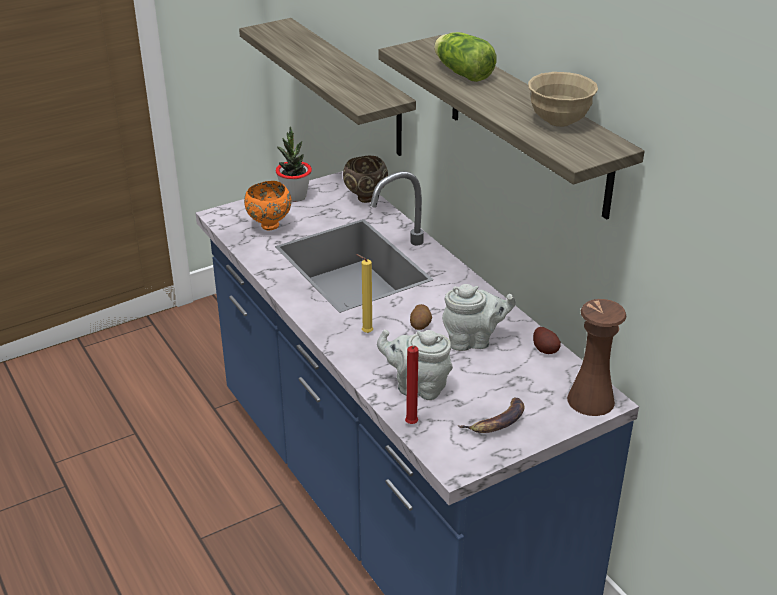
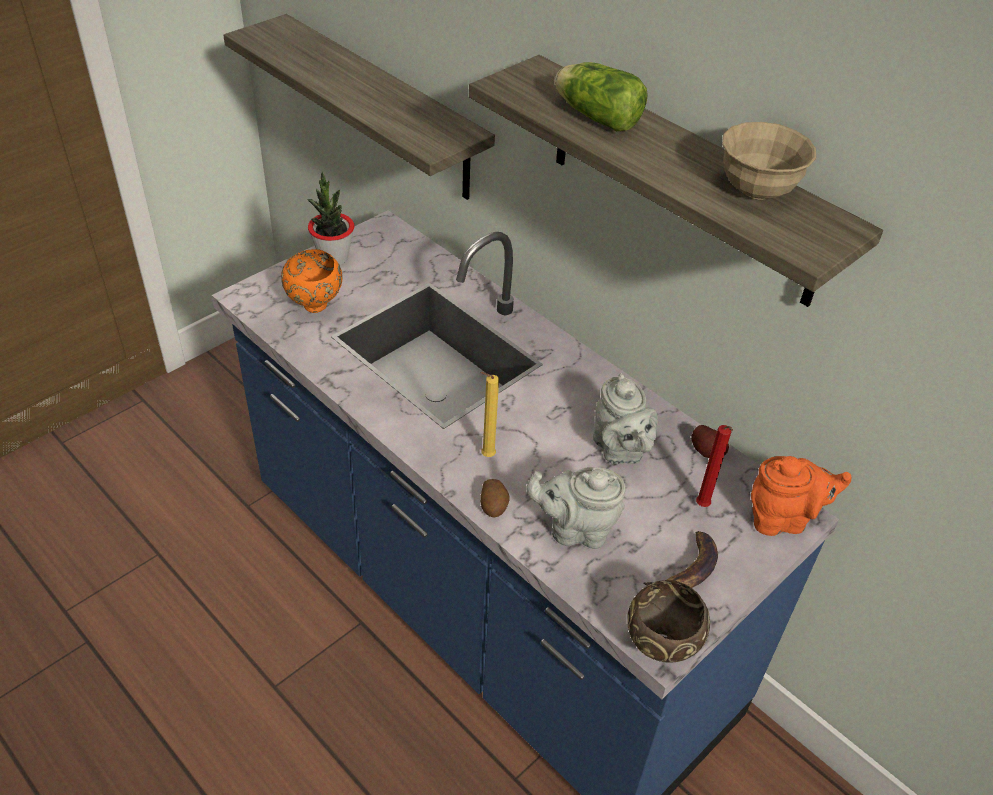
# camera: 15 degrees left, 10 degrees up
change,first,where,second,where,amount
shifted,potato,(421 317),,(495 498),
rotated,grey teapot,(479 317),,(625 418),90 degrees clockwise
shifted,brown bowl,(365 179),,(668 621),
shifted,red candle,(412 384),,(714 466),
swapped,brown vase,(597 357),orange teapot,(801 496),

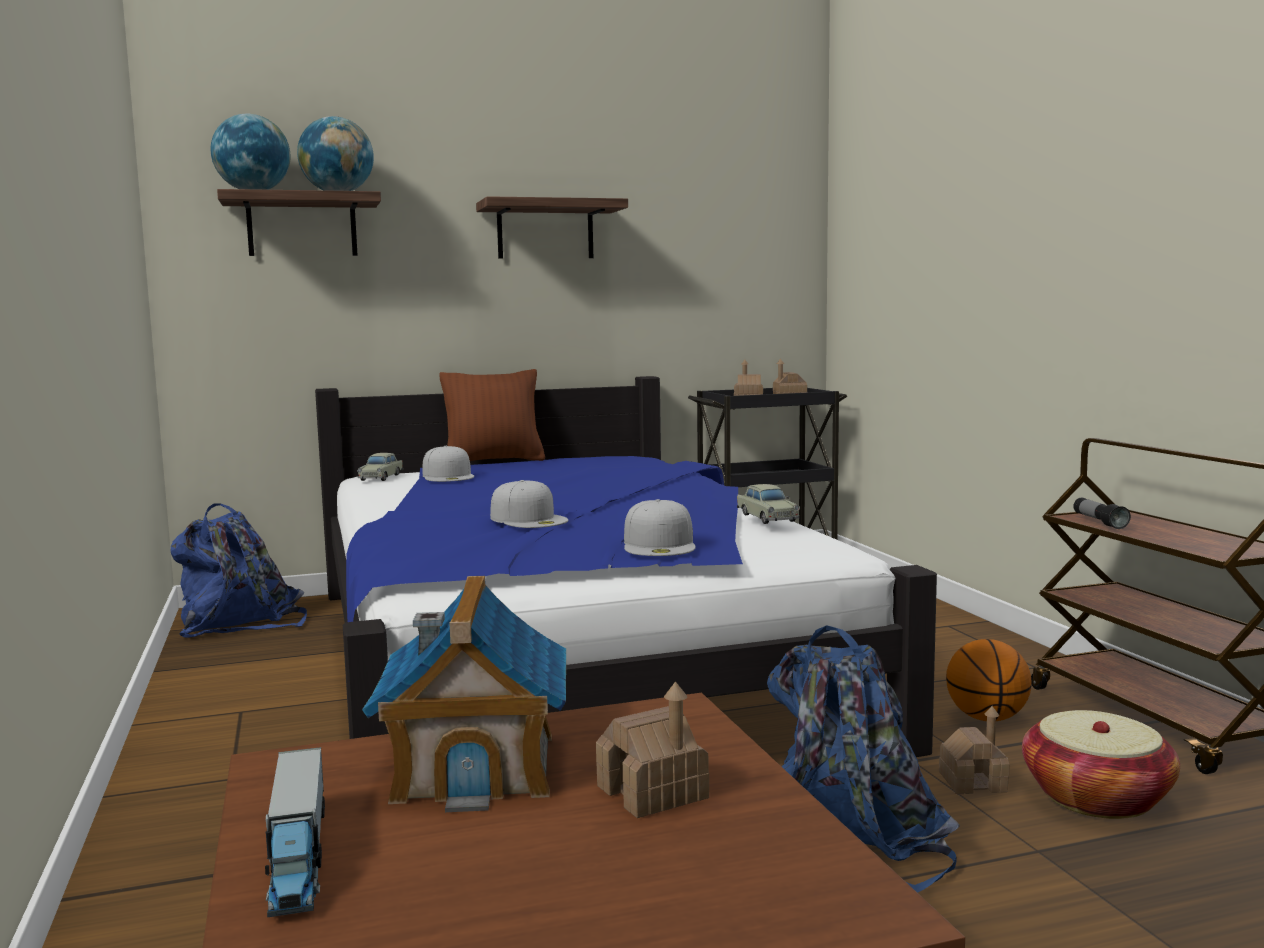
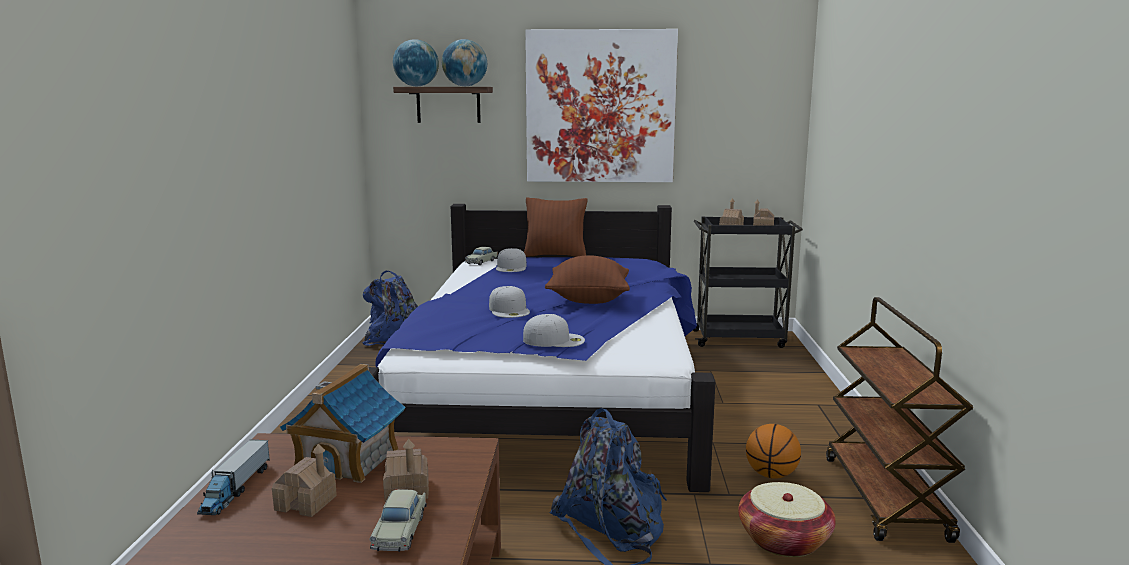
# camera: 20 degrees right, 5 degrees up
change,first,where,second,where,amount
shifted,toy house,(974 750),,(304 480),
shifted,beige toy car,(768 504),,(398 520),
rotated,white cap,(660 527),,(554 330),105 degrees counterclockwise
swapped,shelf,(552 227),picture,(601 105),
new,,,brown pillow,(587 279),
gone,flashlight,(1102 513),,,

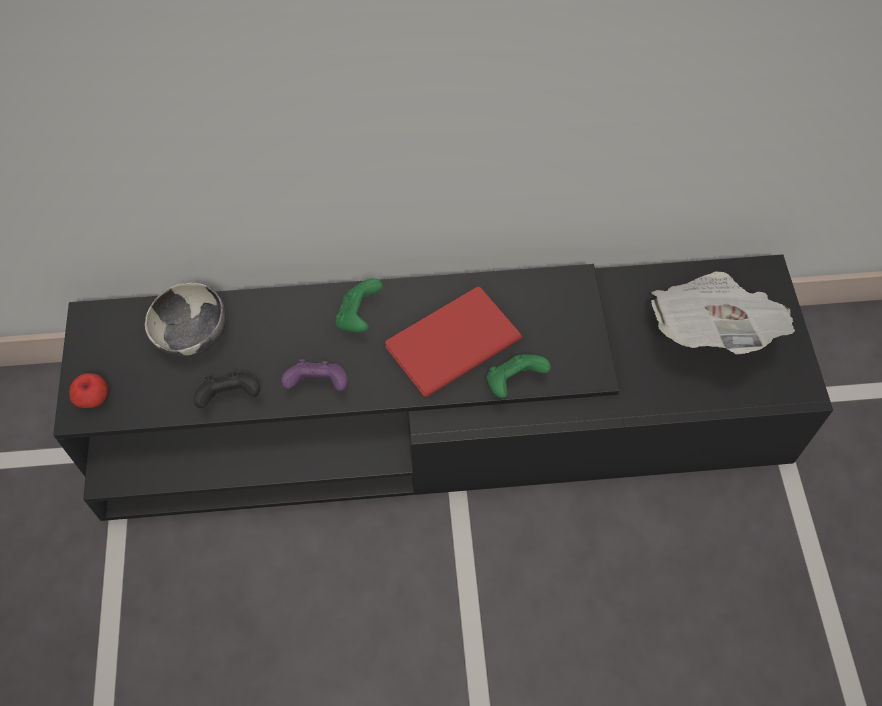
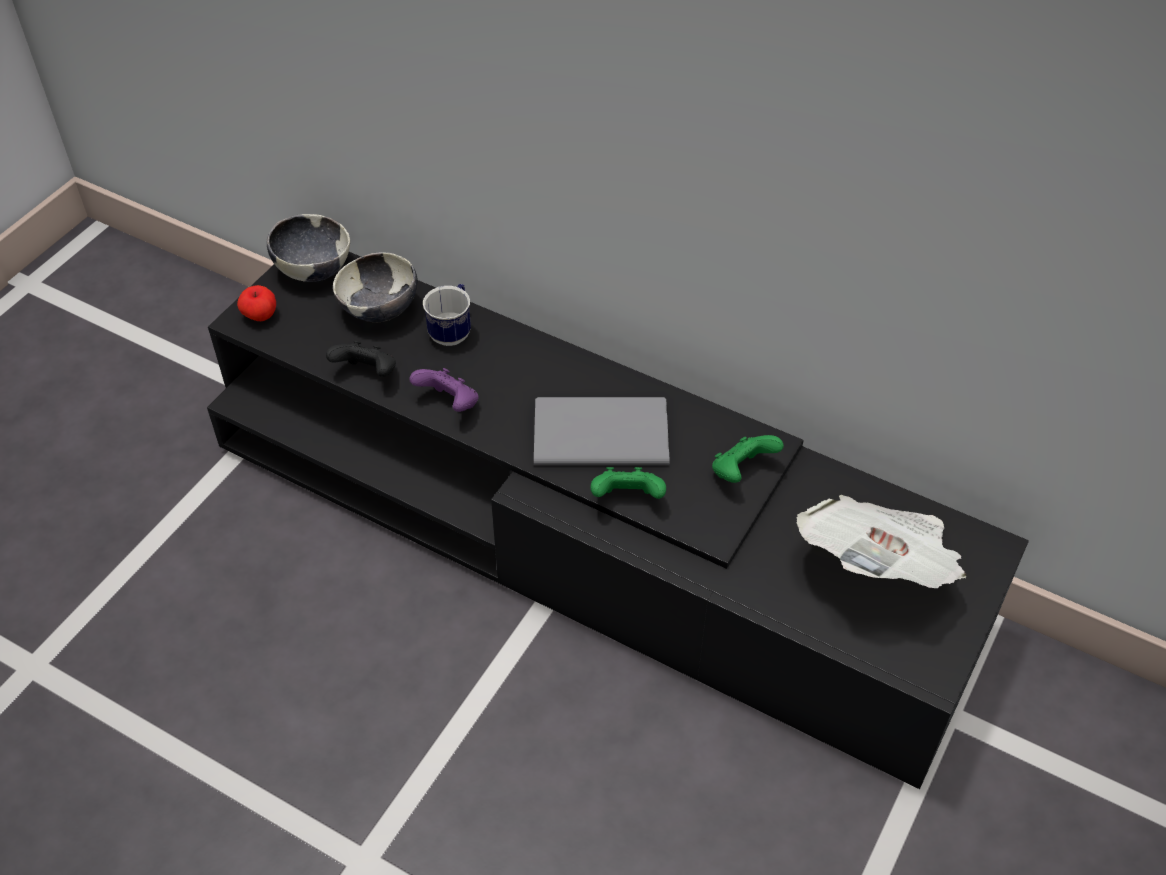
# camera: 35 degrees right, 10 degrees down
change,first,where,second,where,amount
new,,,bowl,(308 248),
new,,,mug,(447 315),
repainted,red book,(453 342),grey book,(601 431),
shifted,green game controller,(359 305),,(748 459),

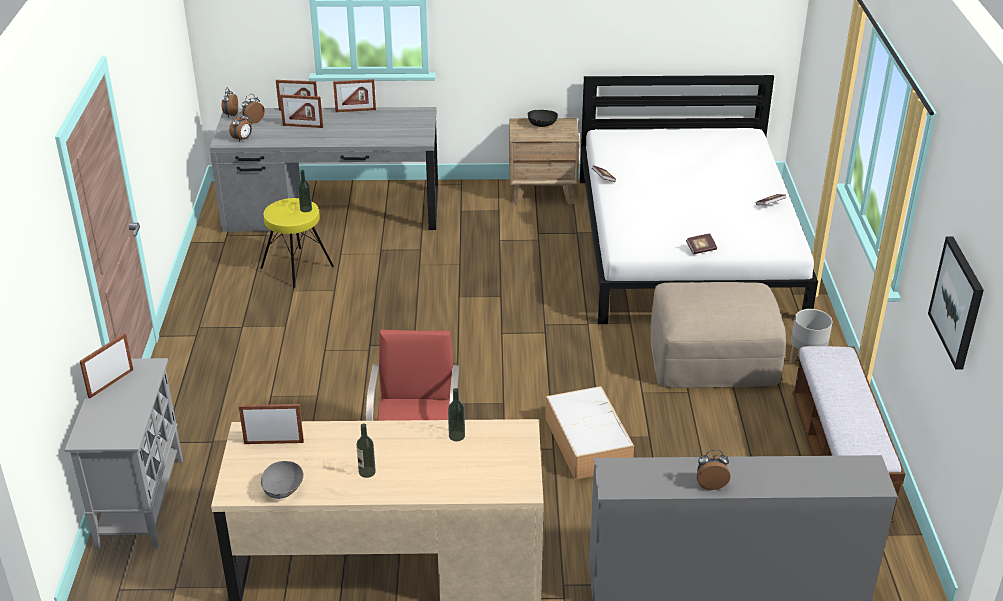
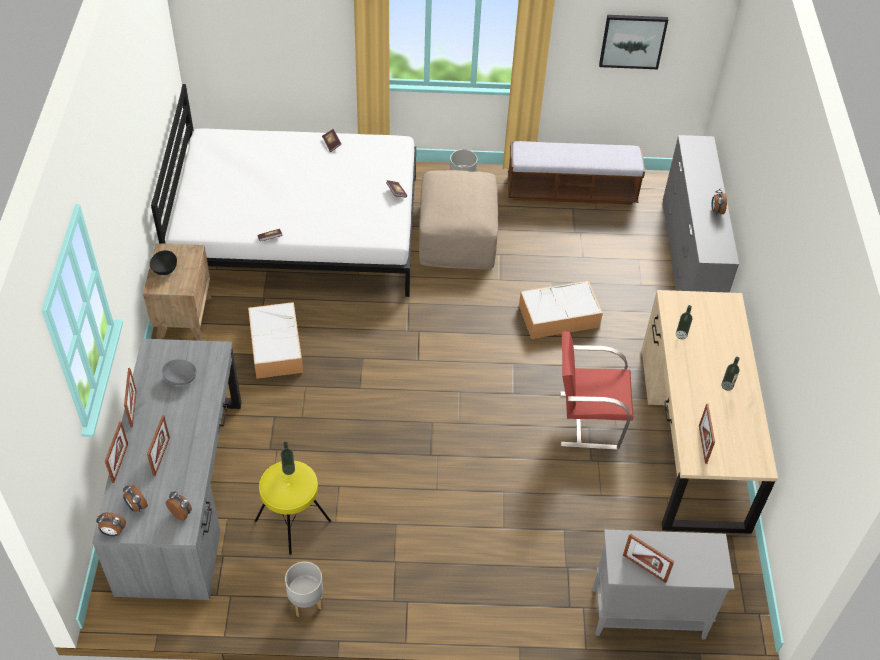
# camera: 90 degrees left, 15 degrees up
change,first,where,second,where,amount
shifted,grey bowl,(282 479),,(179 372),
new,,,storage box,(275 340),
new,,,grey planter,(304 589),

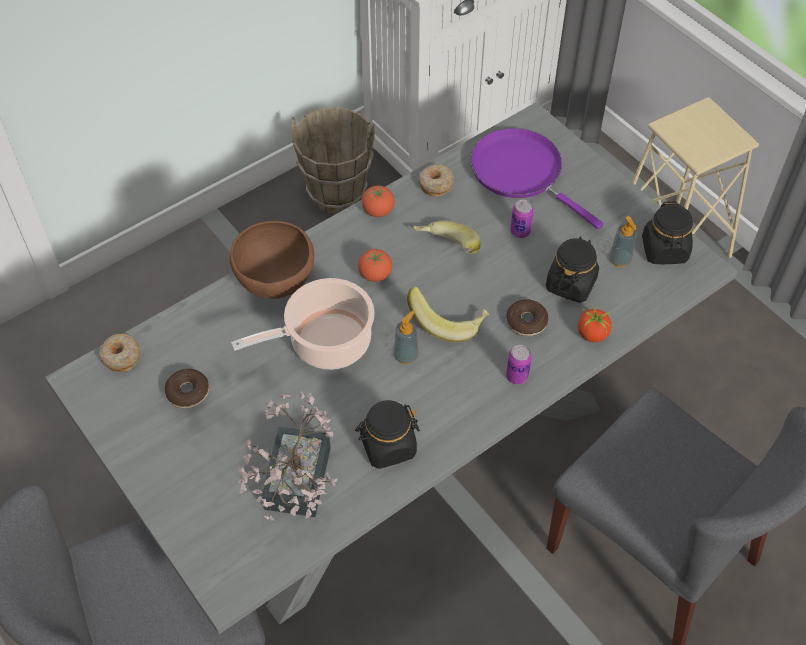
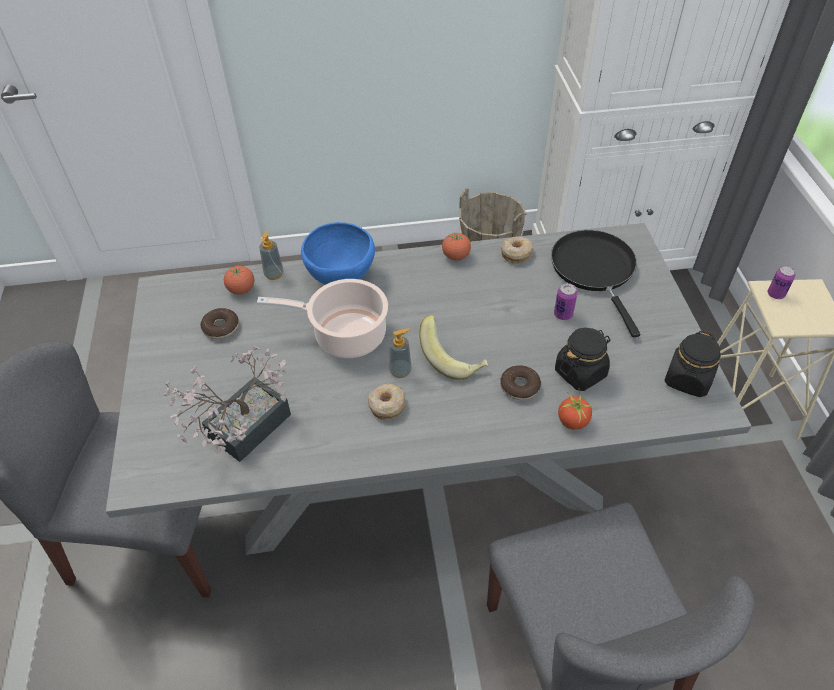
# camera: 30 degrees right, 5 degrees down
change,first,where,second,where,amount
shifted,tomato,(375 265),,(239 280),
shifted,soap dispenser,(623 241),,(271 255),
repainted,brown bowl,(272 260),blue bowl,(338 253),
shifted,donut,(119 353),,(386 401),
repainted,purple frying pan,(536 178),black frying pan,(595 283),
shifted,can,(519 364),,(782 282),
gone,black jar,(387 434),,,
gone,banana,(447 237),,,

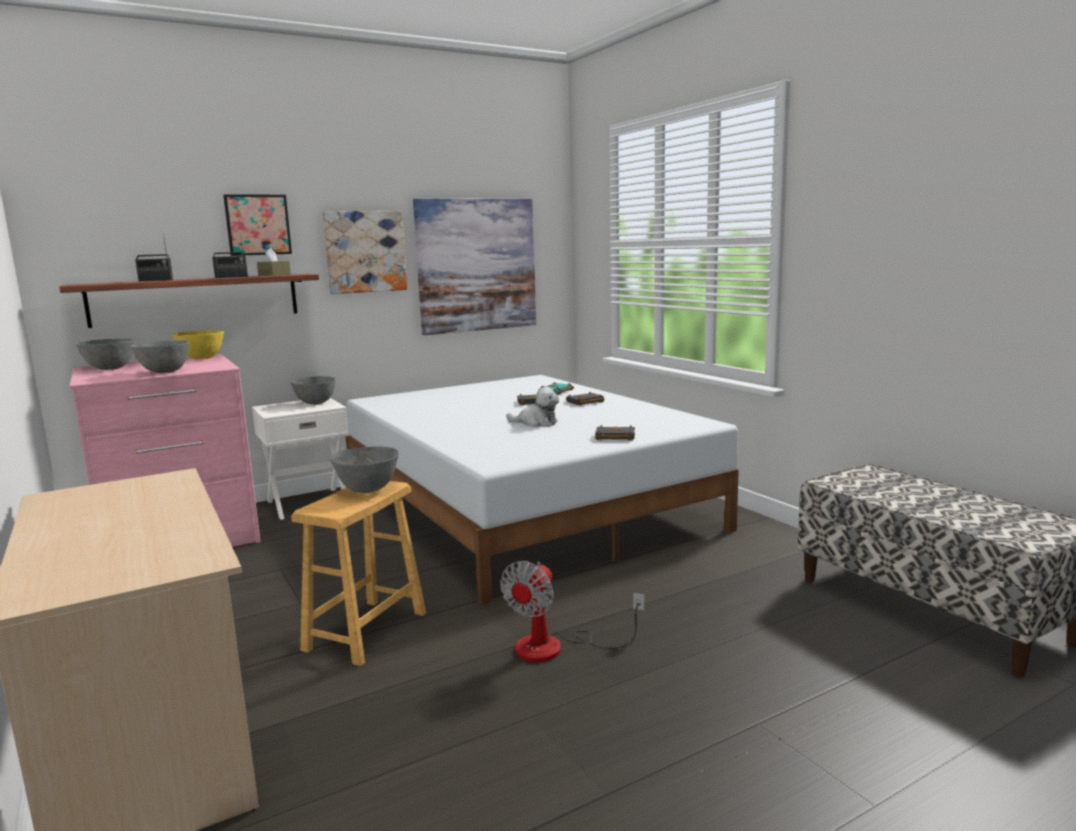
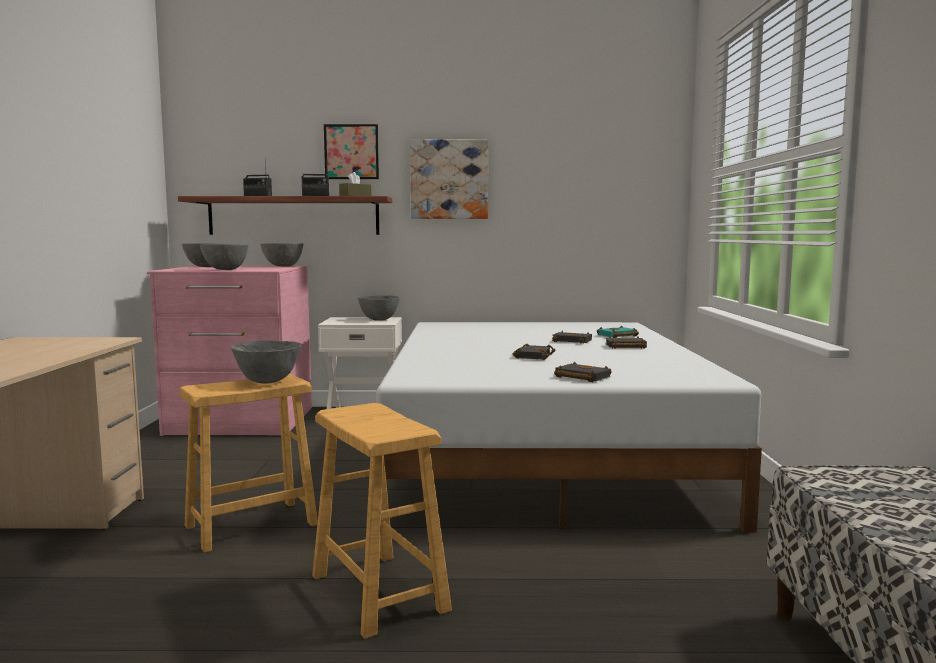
# camera: 30 degrees right, 5 degrees down
change,first,where,second,where,amount
repainted,yellow bowl,(198 344),grey bowl,(282 255),
swapped,fan,(572 611),brown stool,(382 521),
swapped,plush toy,(532 407),black book,(534 352),
gone,picture,(474 266),,,

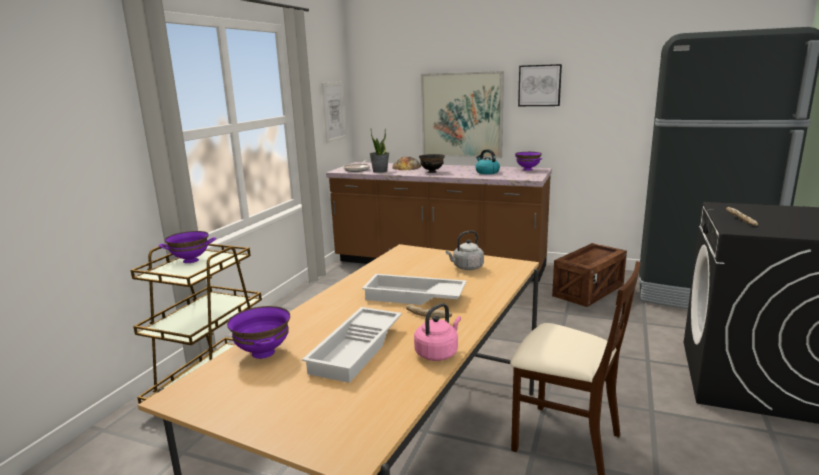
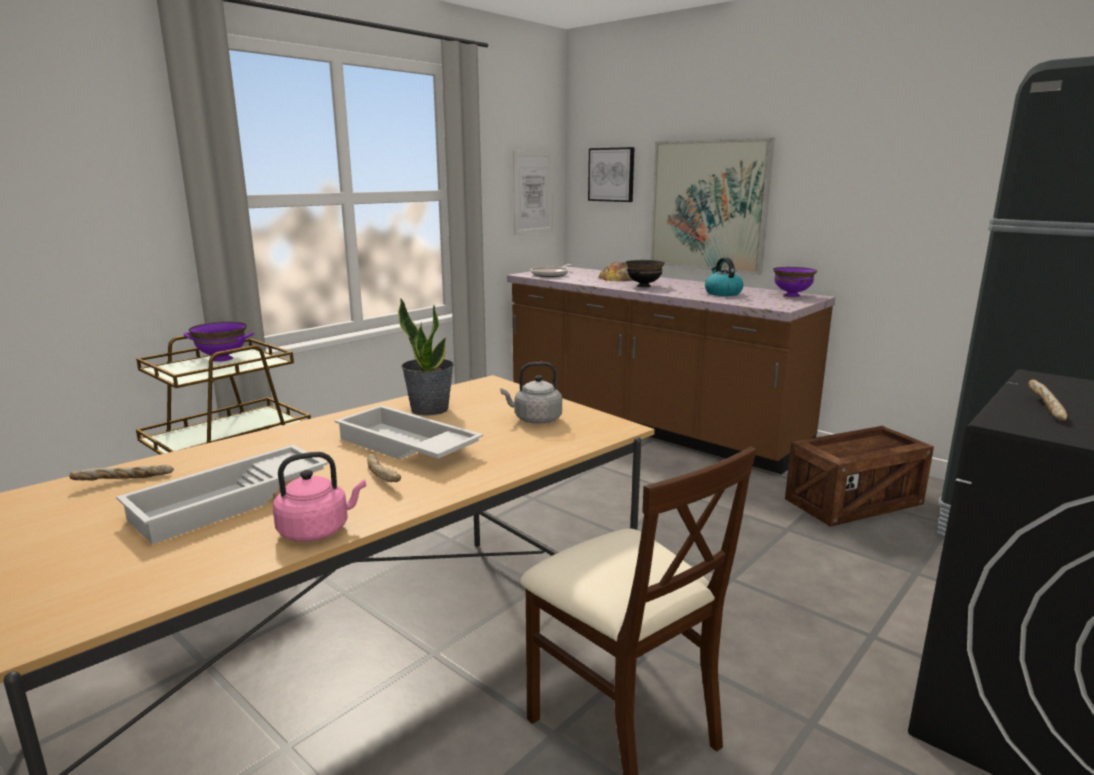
# camera: 20 degrees right, 0 degrees up
change,first,where,second,where,amount
swapped,purple bowl,(258 332),bread,(121 473),
shifted,potted plant,(379 151),,(426 357),
shifted,picture,(540 85),,(611 174),

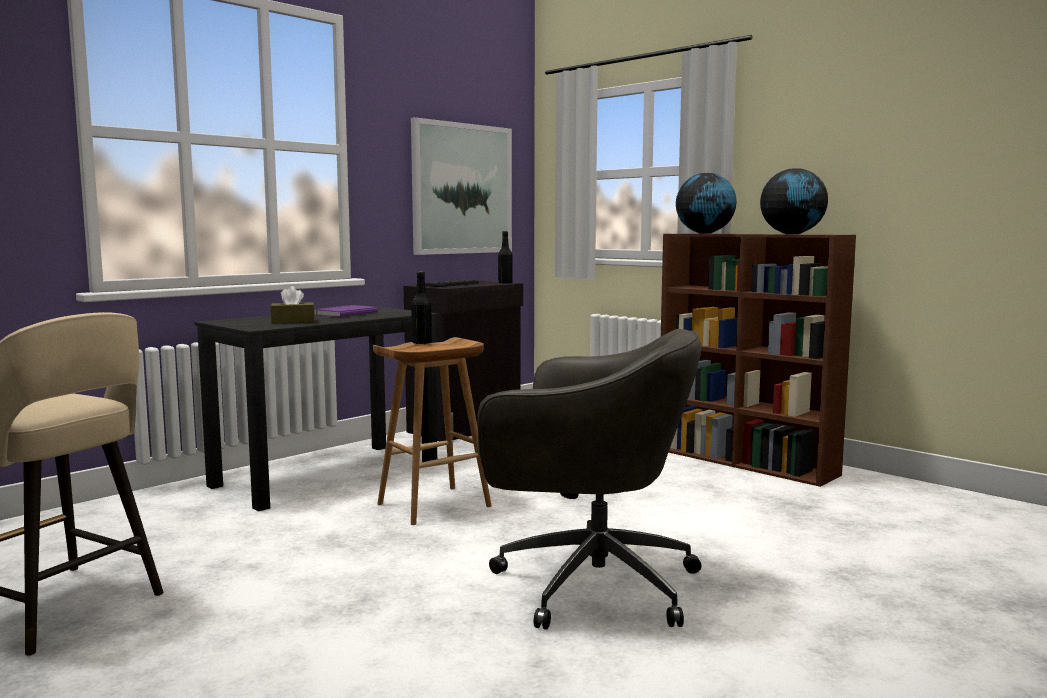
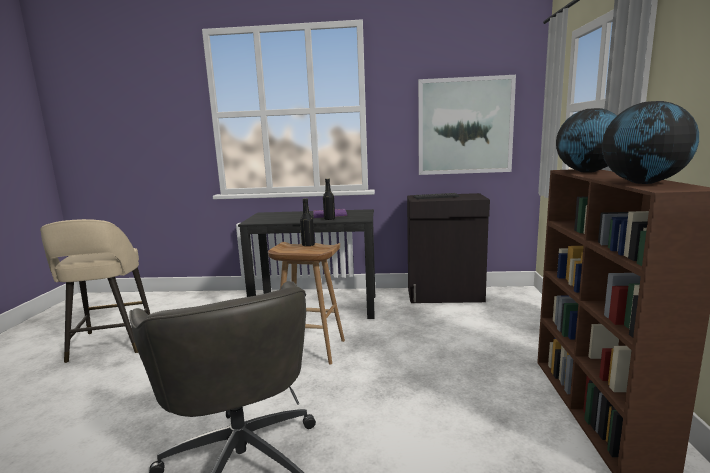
# camera: 50 degrees right, 5 degrees up
change,first,where,second,where,amount
shifted,black bottle,(505 257),,(329 199),
gone,brown tissue box,(292 305),,,

